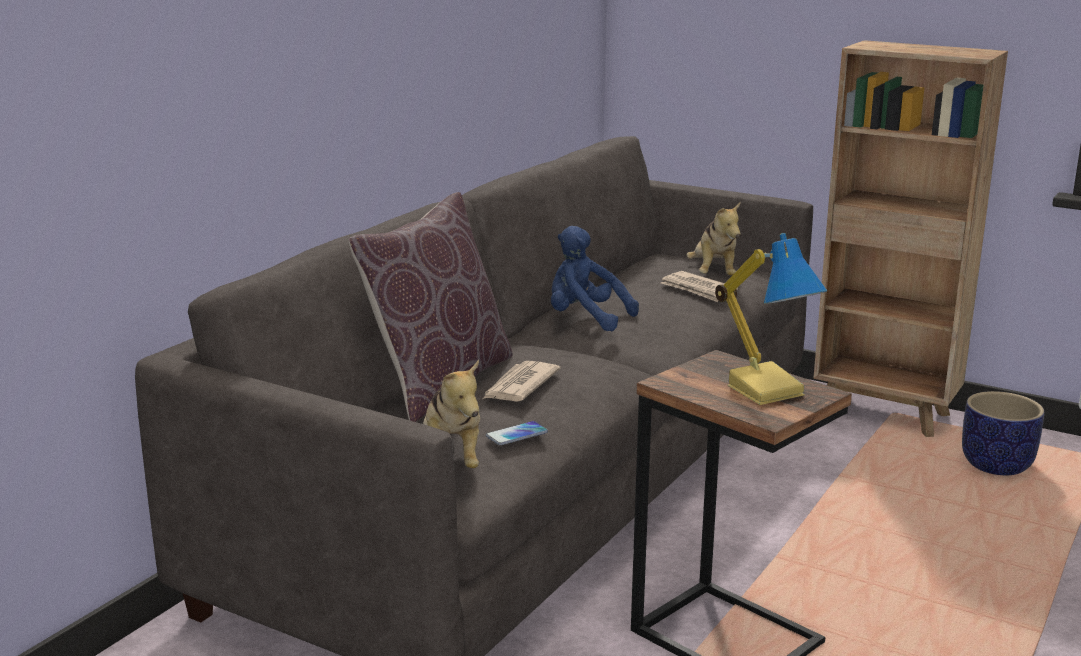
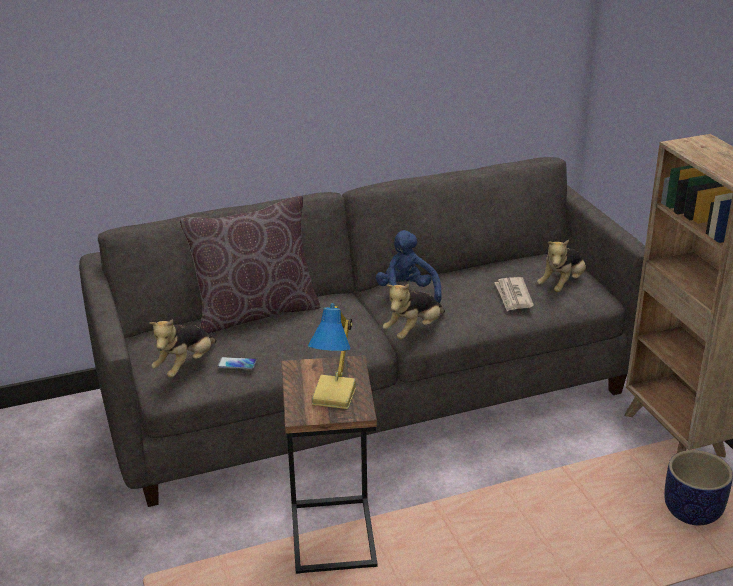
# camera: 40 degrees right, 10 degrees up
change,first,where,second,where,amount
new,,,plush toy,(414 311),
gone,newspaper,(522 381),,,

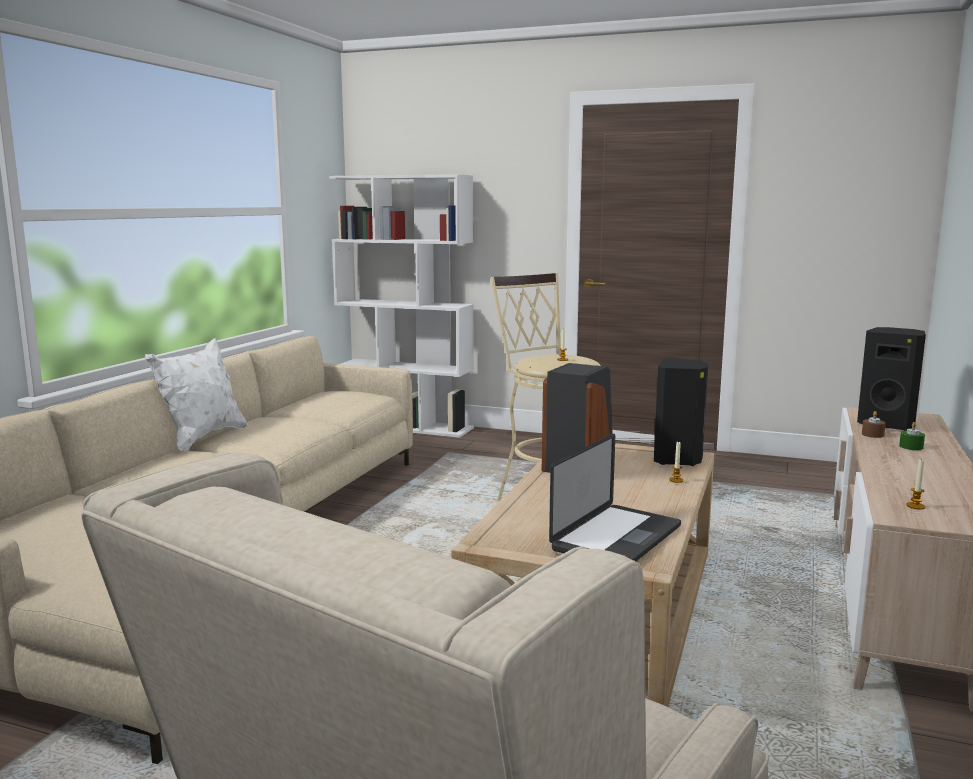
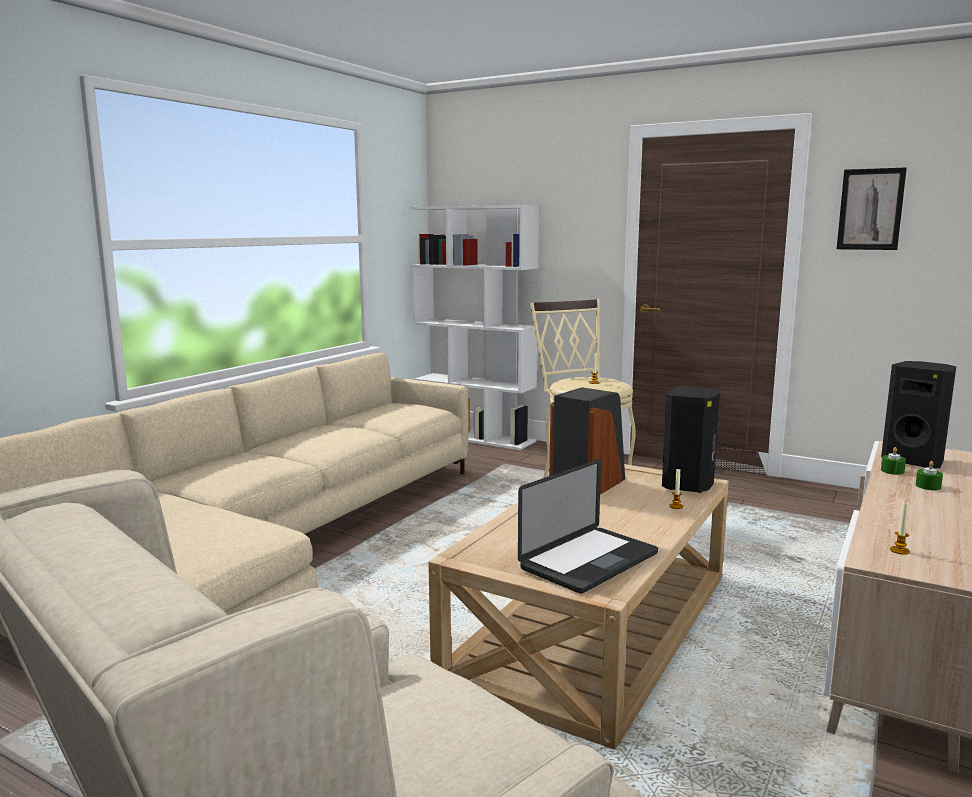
# camera: 10 degrees right, 0 degrees up
change,first,where,second,where,amount
new,,,picture,(872 208),
repainted,brown candle,(874 424),green candle,(893 461),
gone,white pillow,(196 394),,,

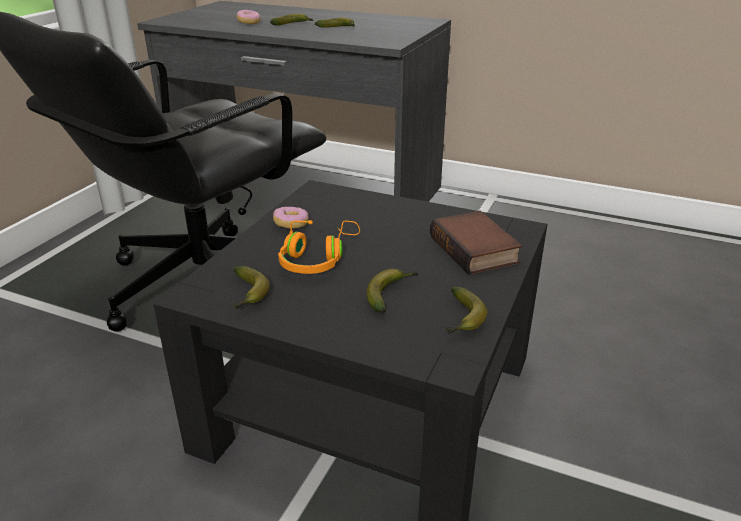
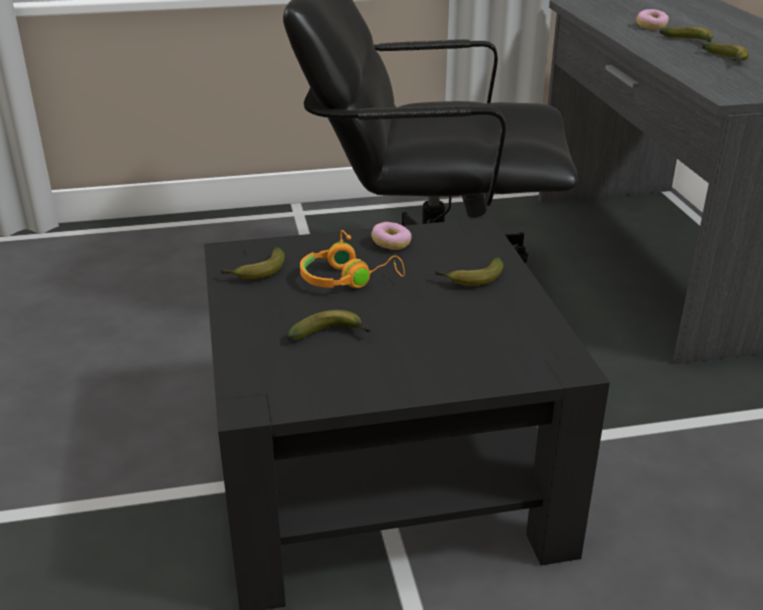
# camera: 55 degrees right, 0 degrees up
change,first,where,second,where,amount
shifted,banana,(466 310),,(469 271),
gone,book,(476 243),,,

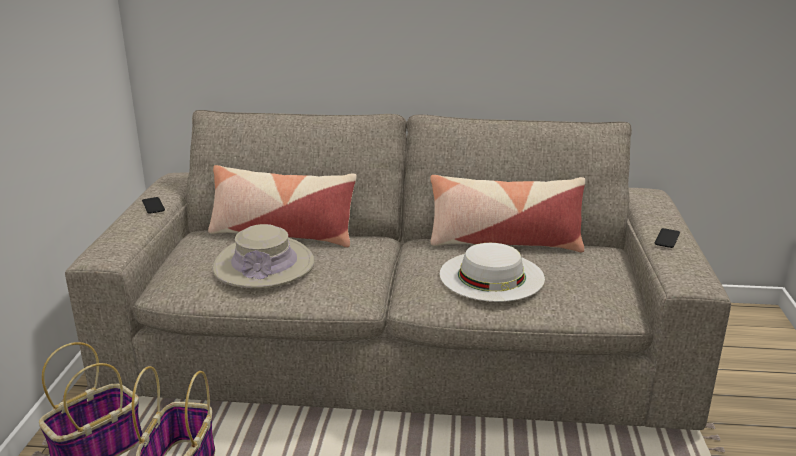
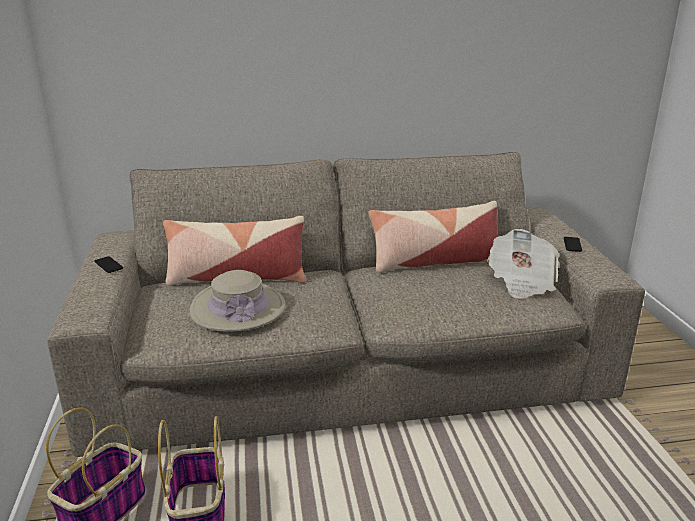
# camera: 15 degrees left, 0 degrees up
change,first,where,second,where,amount
new,,,newspaper,(523 264),
gone,white hat,(492 272),,,

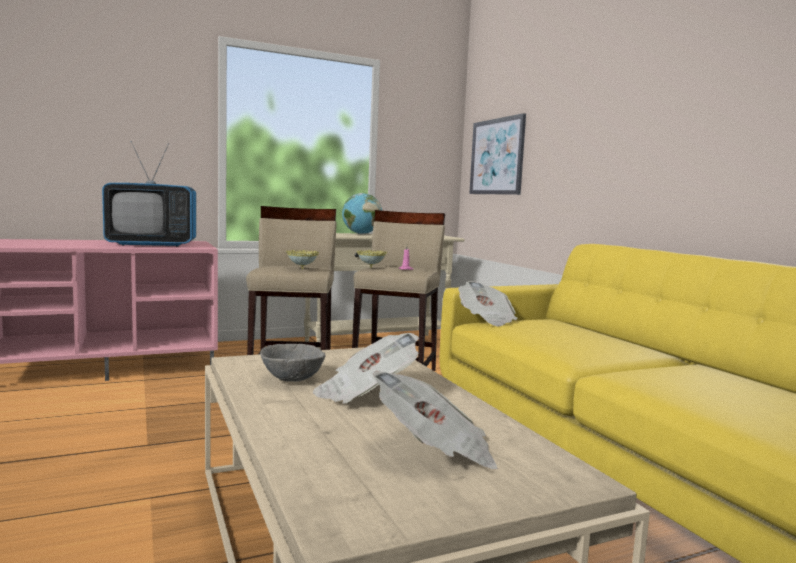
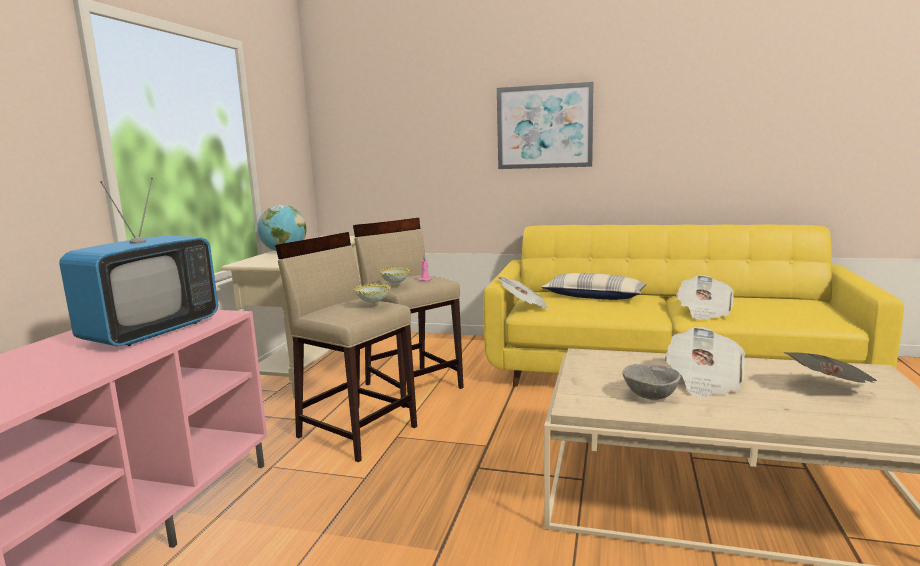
# camera: 50 degrees left, 5 degrees up
change,first,where,second,where,amount
shifted,picture,(497 154),,(545 125),
new,,,pillow,(594 286),
new,,,newspaper,(705 297),

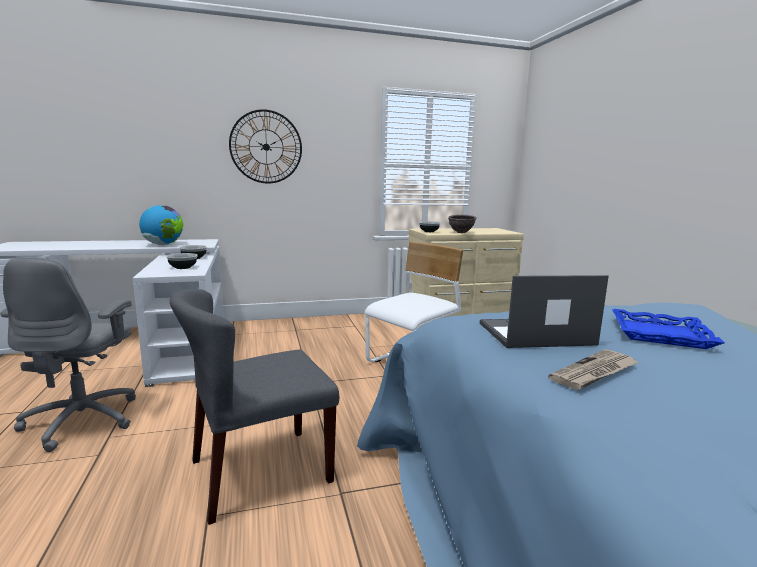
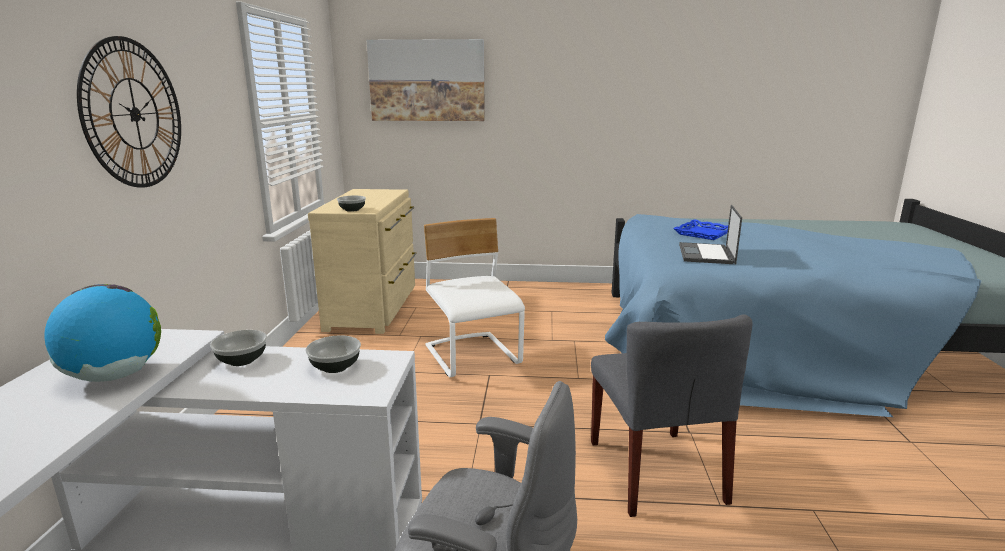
# camera: 70 degrees left, 5 degrees up
change,first,where,second,where,amount
new,,,picture,(426 80),
gone,brown bowl,(462 224),,,
gone,newspaper,(593 369),,,

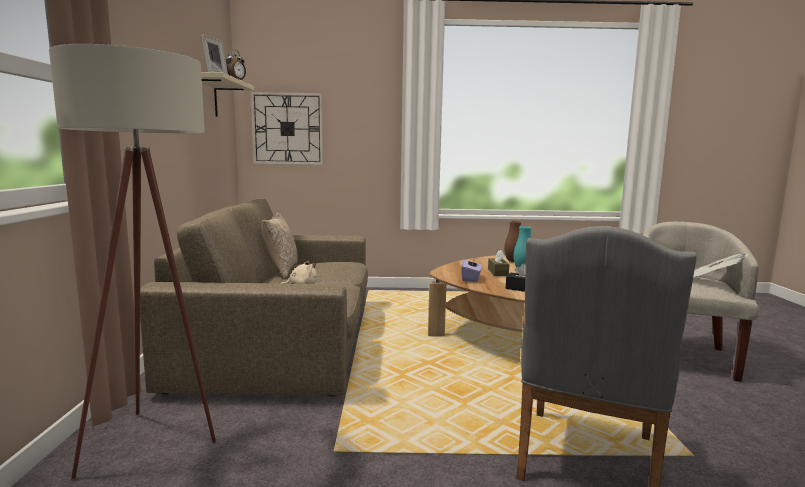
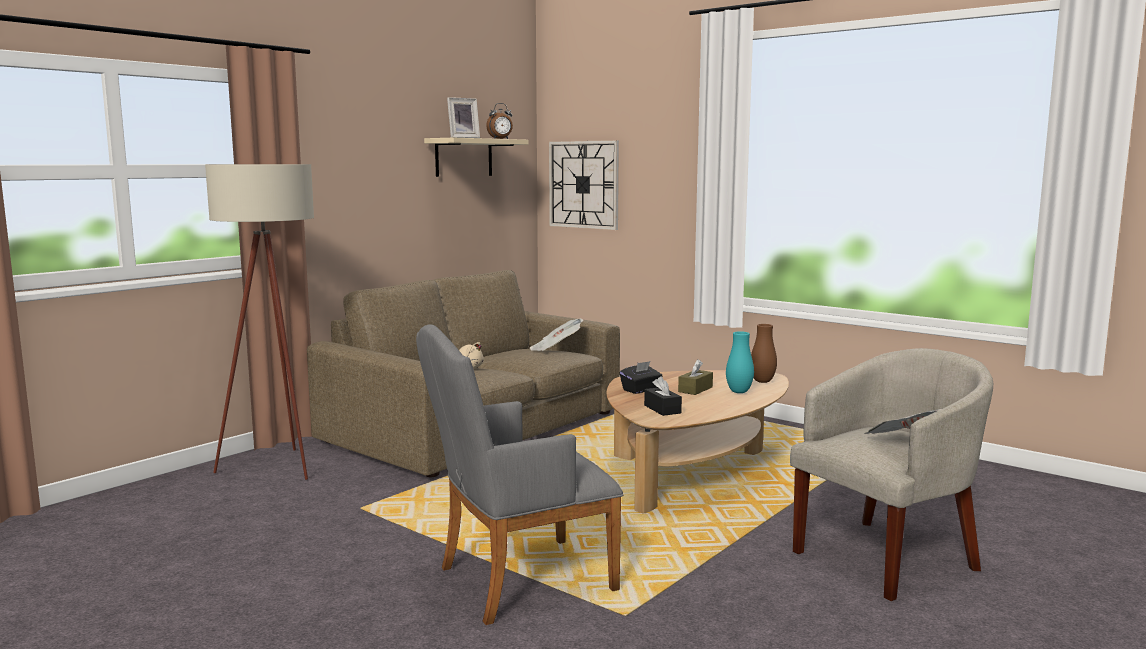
# camera: 40 degrees right, 0 degrees up
change,first,where,second,where,amount
new,,,newspaper,(556 334),
repainted,purple tissue box,(471 268),black tissue box,(641 377),
gone,pillow,(280 245),,,

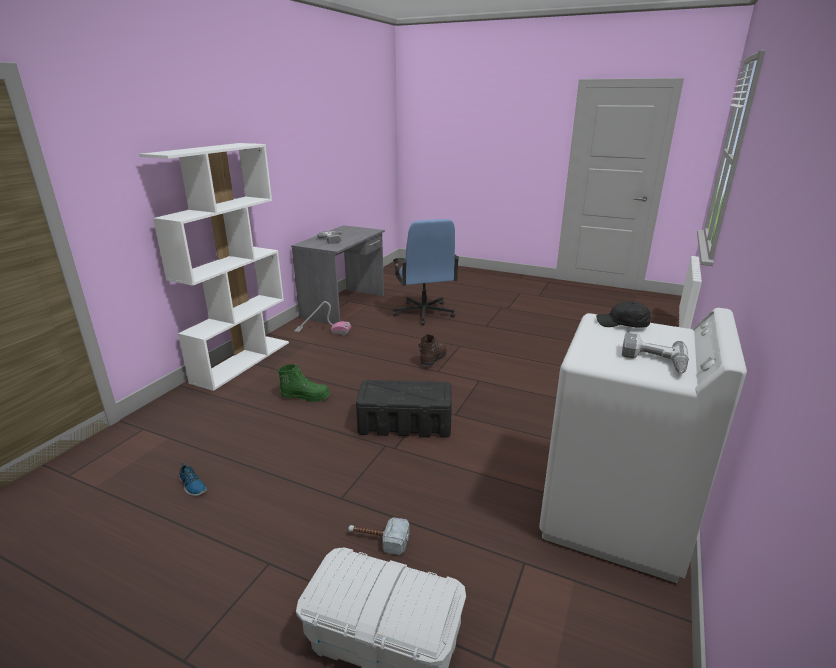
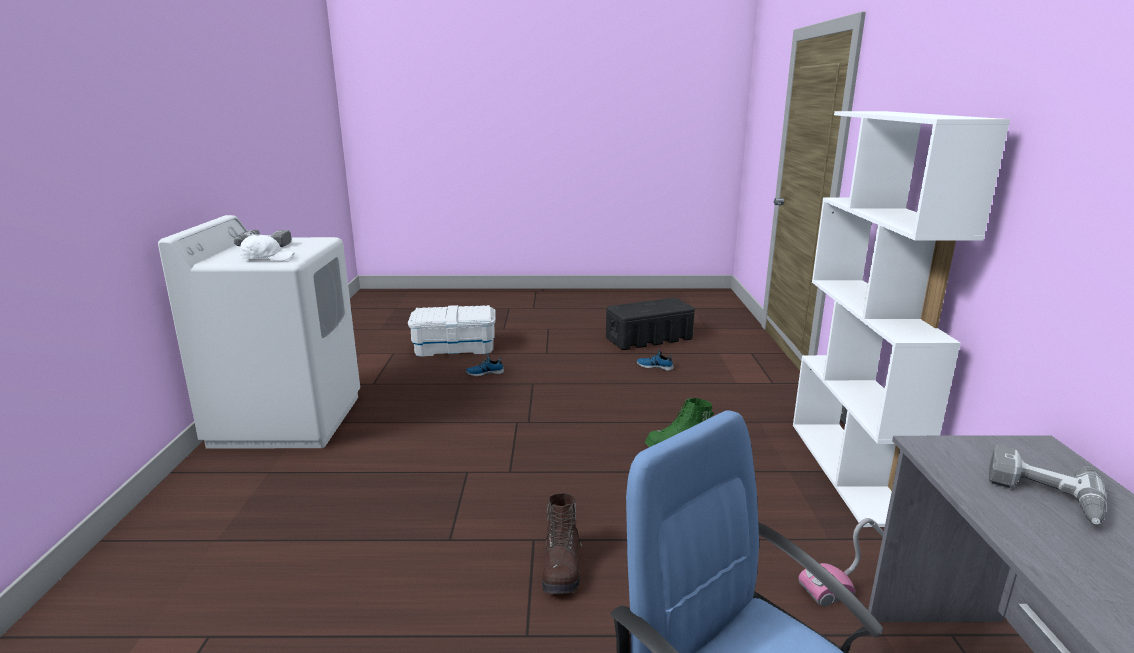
# camera: 155 degrees right, 5 degrees down
change,first,where,second,where,amount
repainted,black cap,(623 314),white cap,(267 248),
swapped,hammer,(378 536),shoe,(485 365),
shifted,black storage box,(404 408),,(650 324),

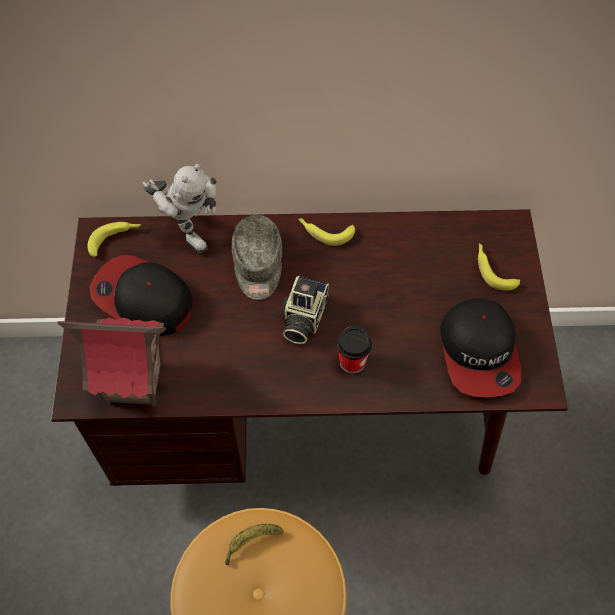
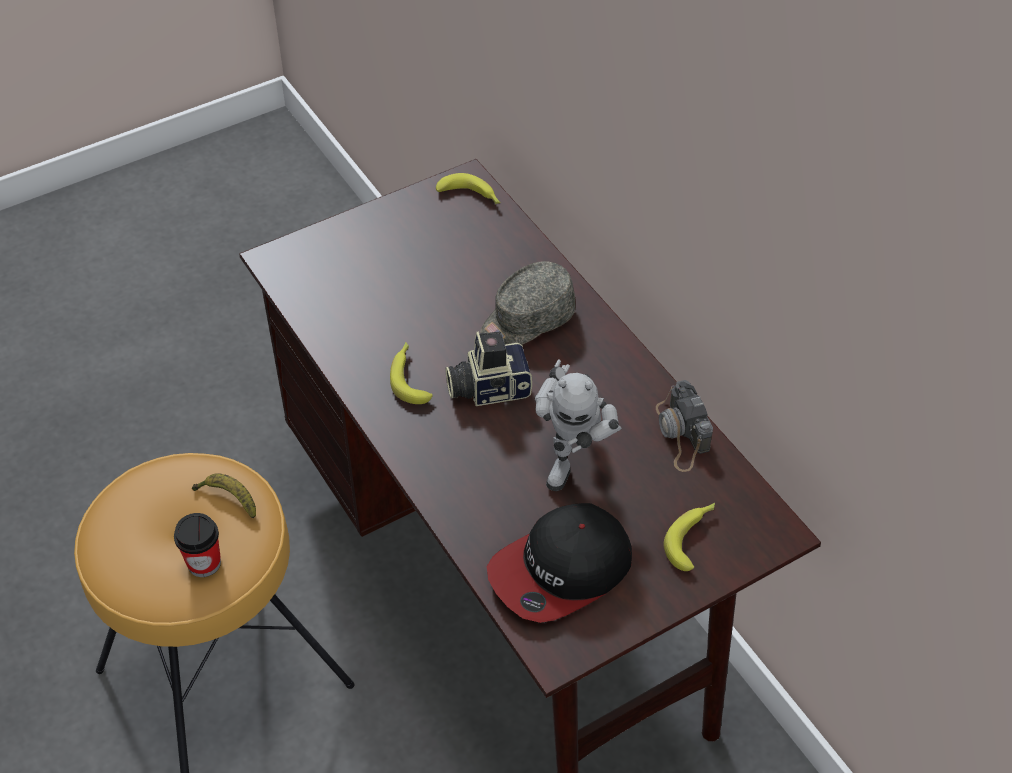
# camera: 60 degrees right, 10 degrees down
change,first,where,second,where,amount
shifted,cup,(354 350),,(197 545),
shifted,banana,(326 232),,(411 373),
shifted,toy robot,(180 208),,(578 425),
new,,,photo camera,(684 426),
gone,toy house,(112 362),,,
gone,cap,(141 295),,,

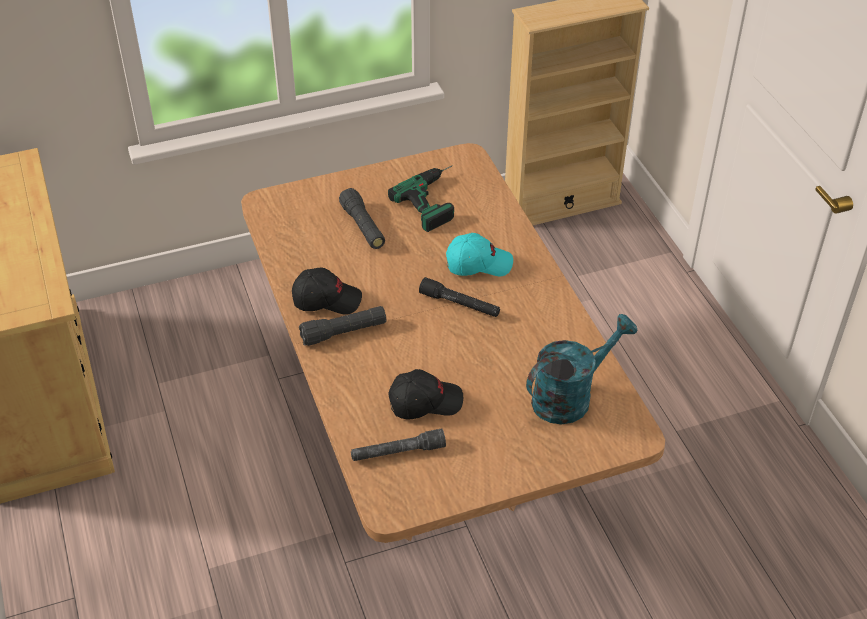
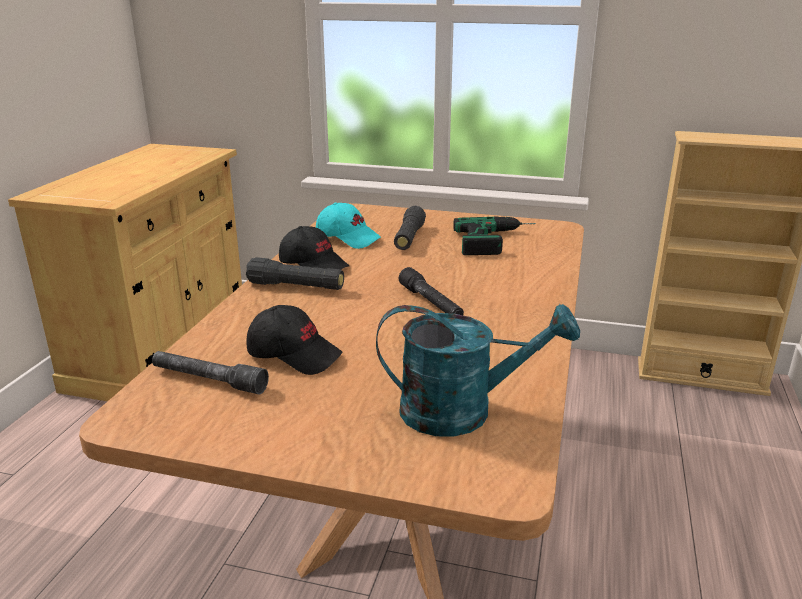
# camera: 35 degrees right, 20 degrees down
change,first,where,second,where,amount
shifted,turquoise cap,(479 254),,(349 226),

